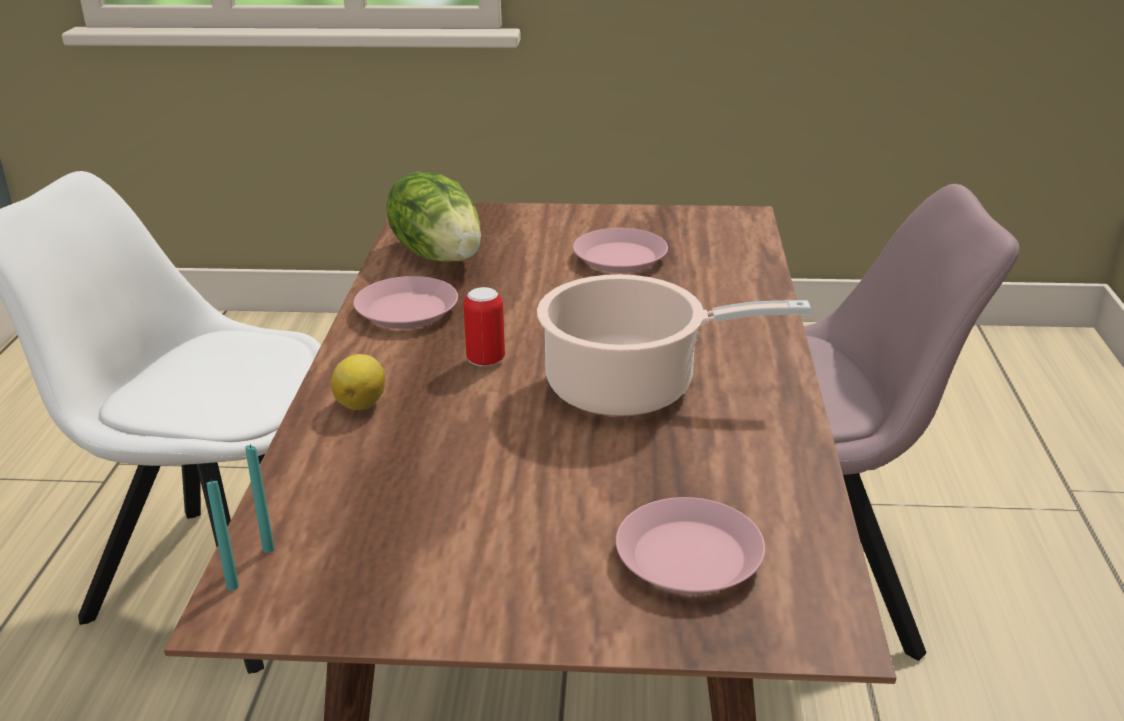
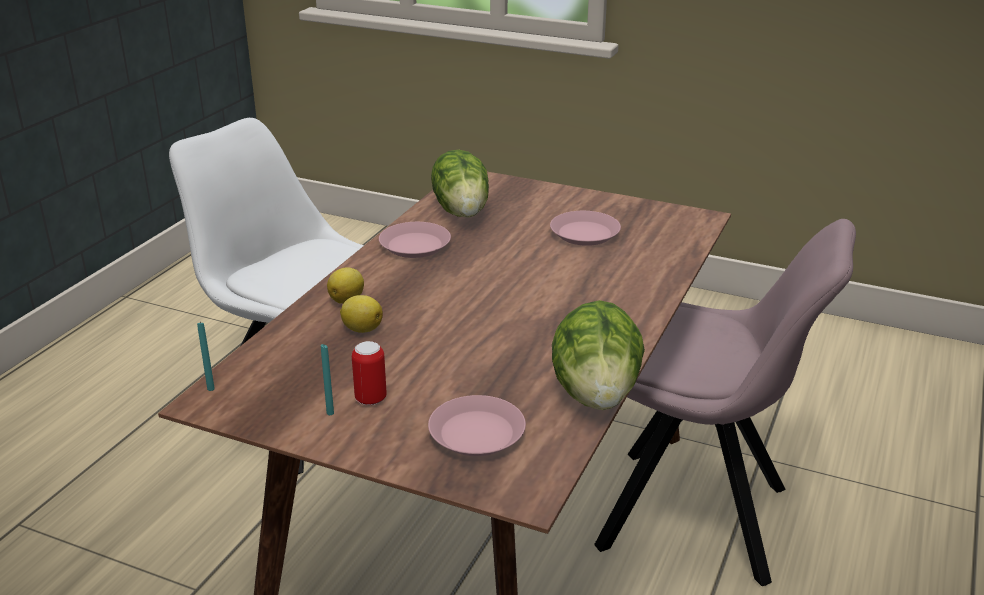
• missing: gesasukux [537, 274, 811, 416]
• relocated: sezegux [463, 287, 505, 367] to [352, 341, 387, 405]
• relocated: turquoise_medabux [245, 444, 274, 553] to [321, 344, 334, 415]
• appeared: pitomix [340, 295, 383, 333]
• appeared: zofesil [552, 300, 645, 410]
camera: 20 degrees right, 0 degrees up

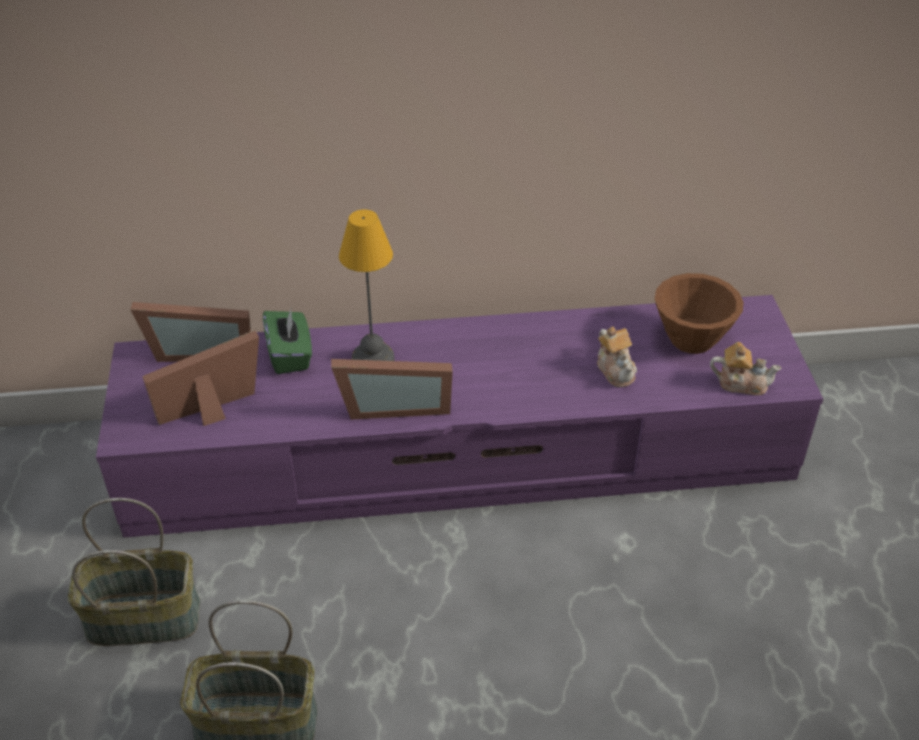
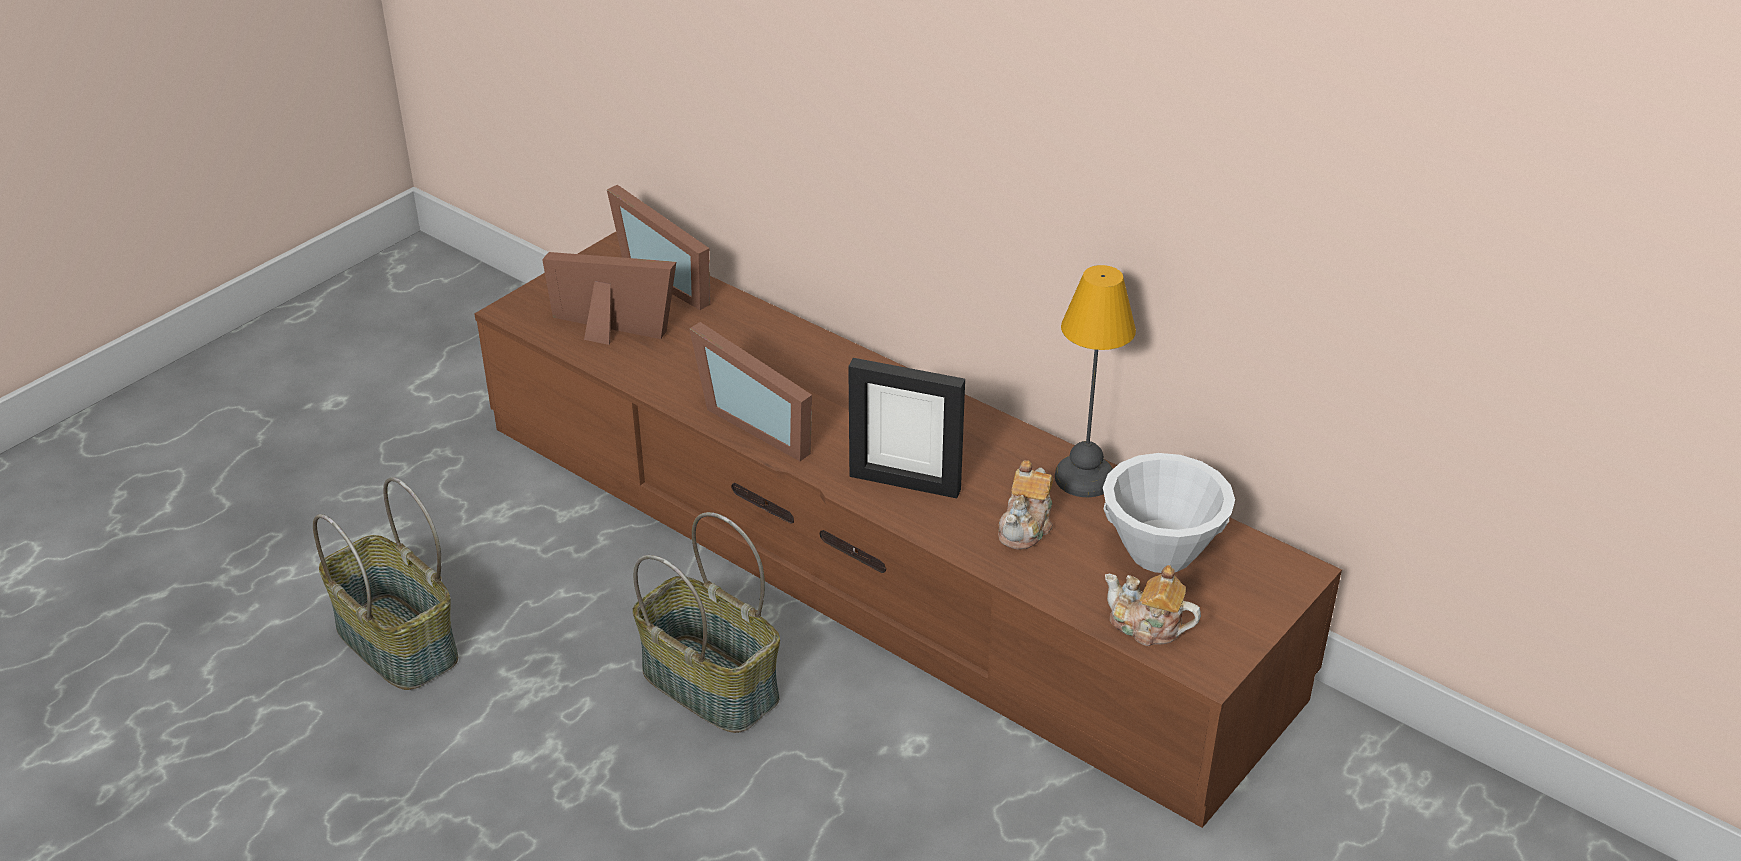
• relocated: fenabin [339, 209, 395, 361] to [1055, 265, 1136, 497]
• colour: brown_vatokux [655, 273, 744, 354] to white_vatokux [1103, 453, 1235, 573]
• colour: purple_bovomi [96, 295, 823, 538] to brown_bovomi [474, 232, 1342, 828]
• missing: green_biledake [263, 309, 312, 374]
• spun: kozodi [710, 342, 781, 396] = [1105, 565, 1201, 646] 150 degrees clockwise
• relocated: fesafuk [68, 498, 200, 646] to [633, 512, 780, 733]
• appeared: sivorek [848, 358, 965, 498]
camera: 45 degrees right, 5 degrees down

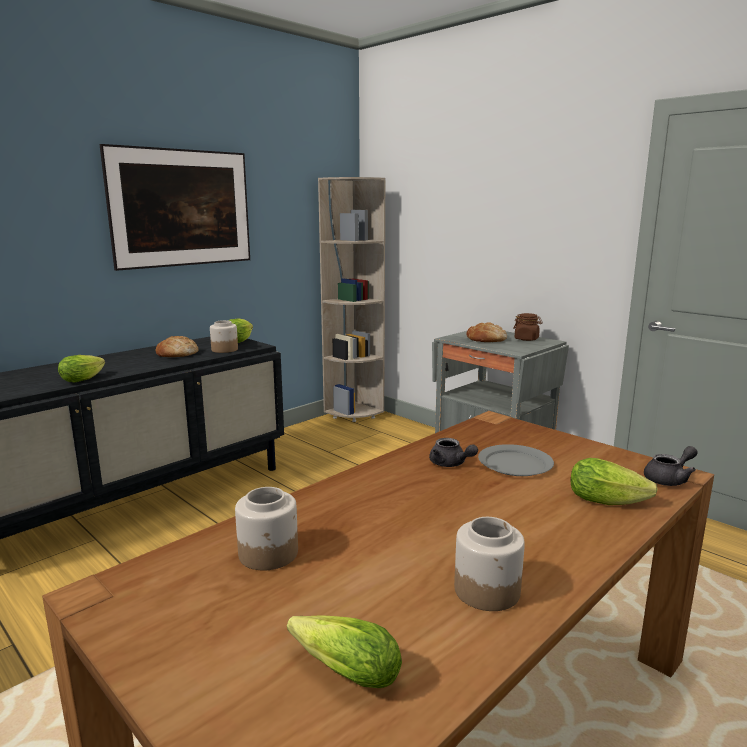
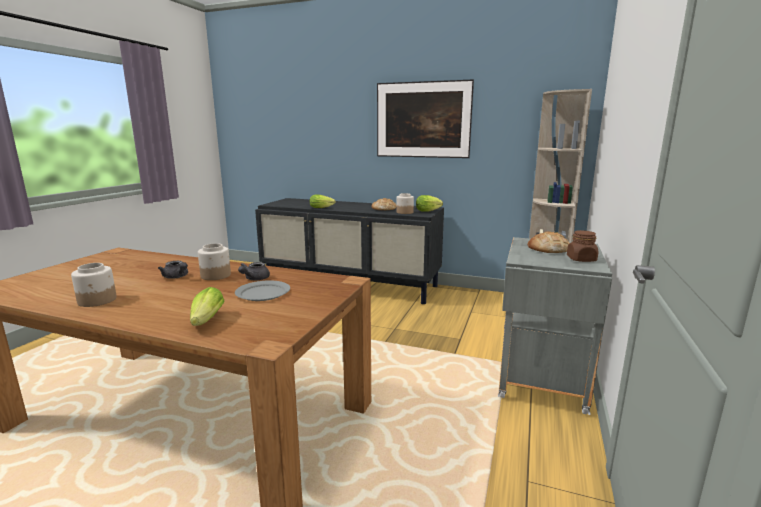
• relocated: grey_kozodi [644, 446, 698, 486] to [158, 261, 188, 279]
• relocated: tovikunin [235, 487, 298, 570] to [198, 243, 231, 280]
• missing: zofesil [287, 615, 402, 688]
camera: 65 degrees right, 0 degrees up

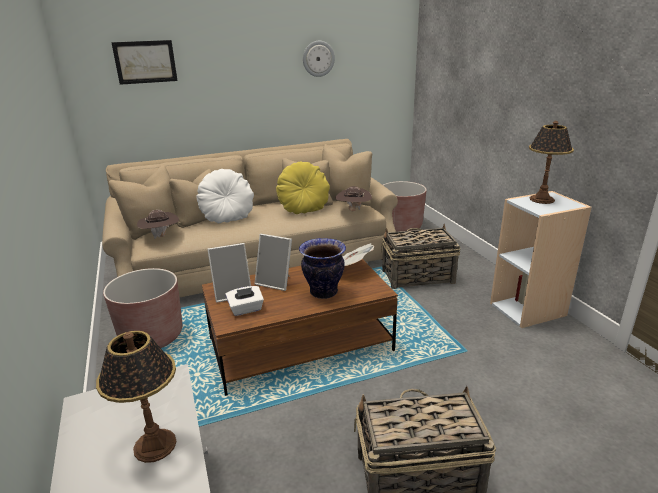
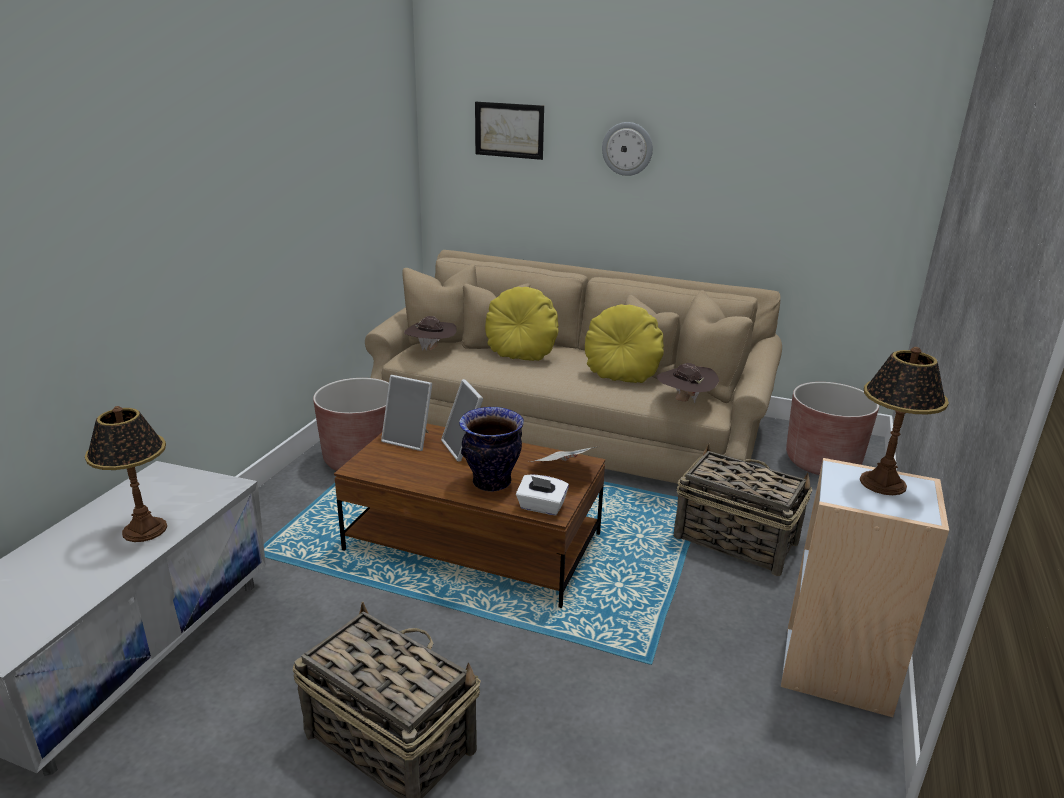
• relocated: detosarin [303, 41, 335, 77] to [602, 122, 653, 176]
• colour: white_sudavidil [197, 169, 254, 223] to yellow_sudavidil [485, 287, 558, 361]
• relocated: white_biledake [225, 286, 264, 316] to [516, 474, 569, 515]
camera: 40 degrees right, 0 degrees up

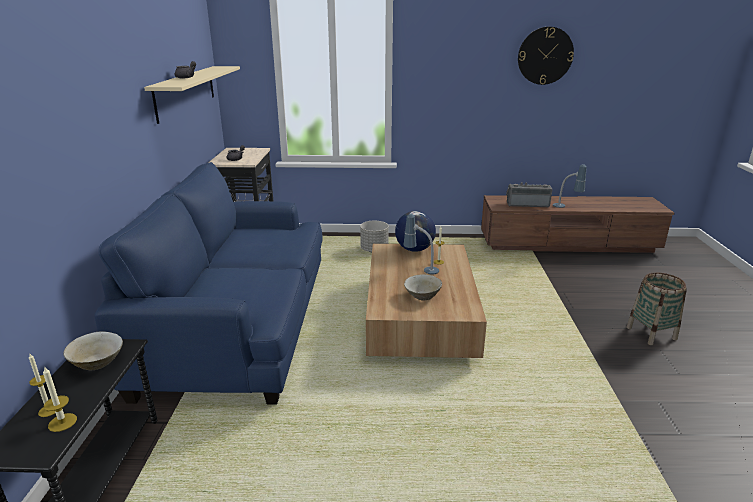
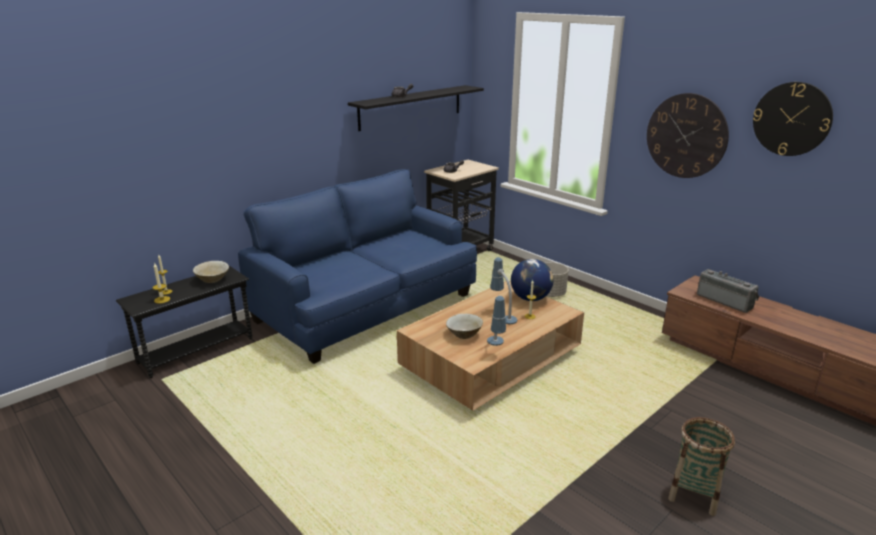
• colour: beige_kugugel [144, 66, 240, 124] to black_kugugel [348, 85, 484, 131]
• relocated: fenabin [553, 164, 587, 208] to [487, 296, 506, 346]
• appeared: detosarin [647, 93, 729, 178]
camera: 45 degrees right, 0 degrees up

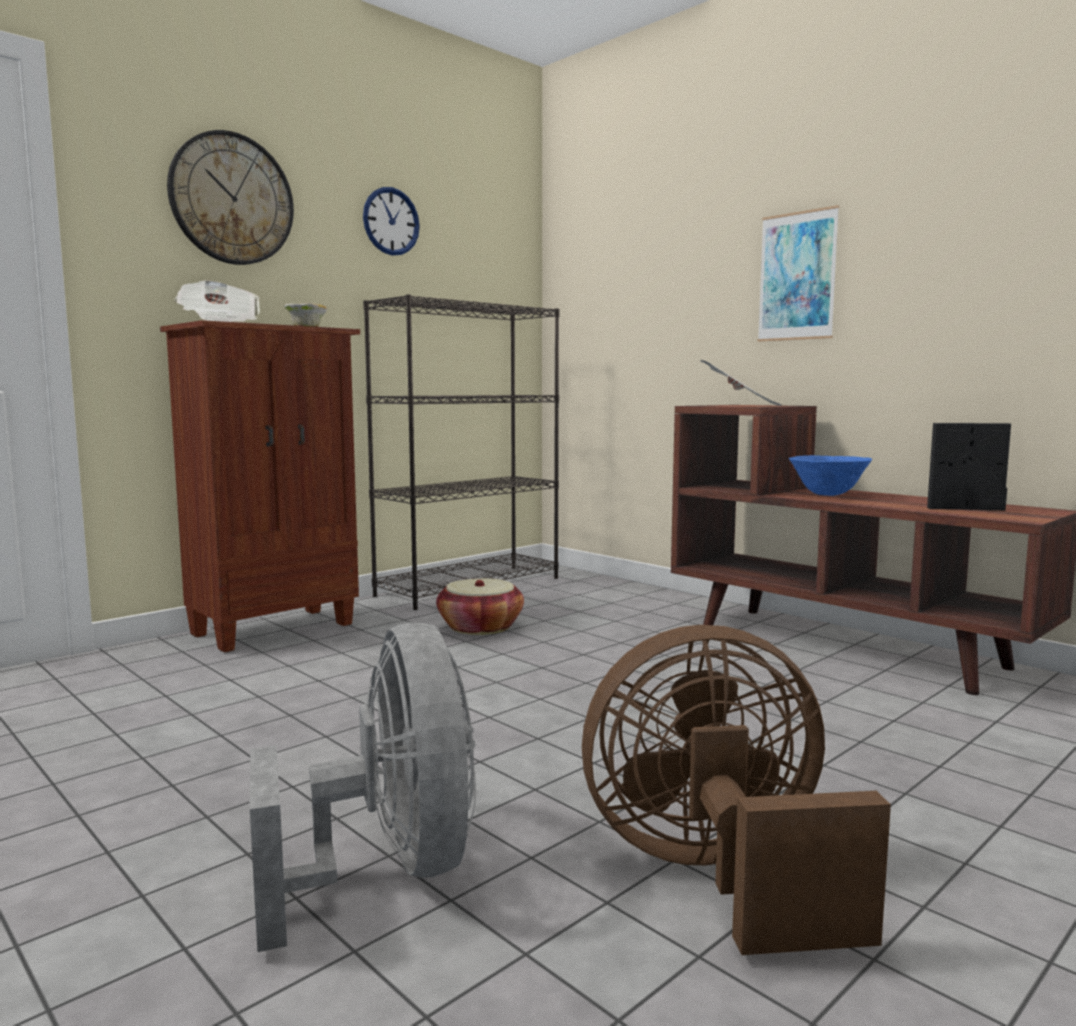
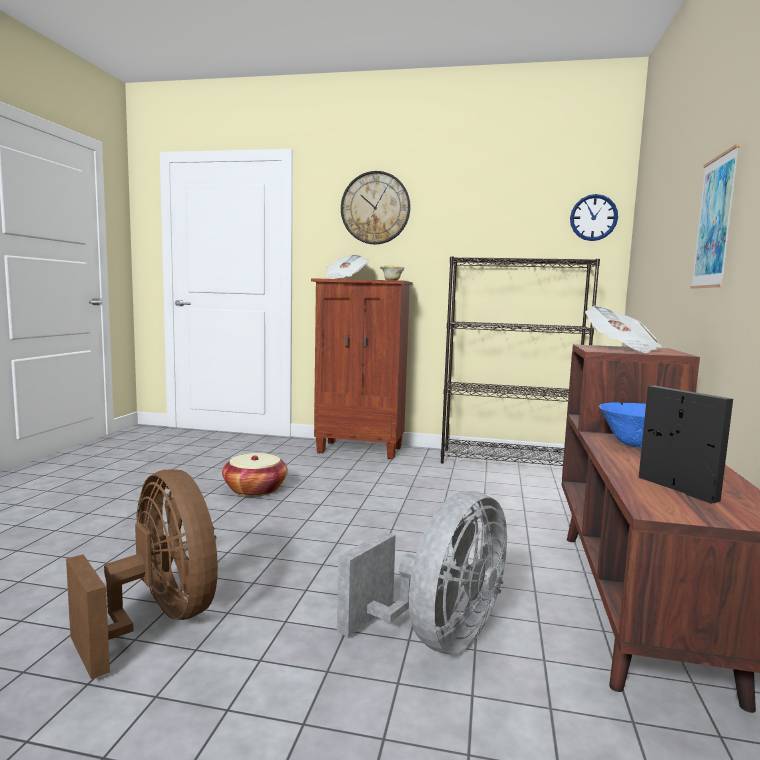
• relocated: detosarin [363, 187, 420, 256] to [570, 194, 618, 241]
• relocated: fesafuk [436, 578, 524, 635] to [222, 453, 288, 497]
• relocated: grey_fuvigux [250, 623, 476, 952] to [337, 491, 507, 655]
camera: 55 degrees right, 0 degrees up

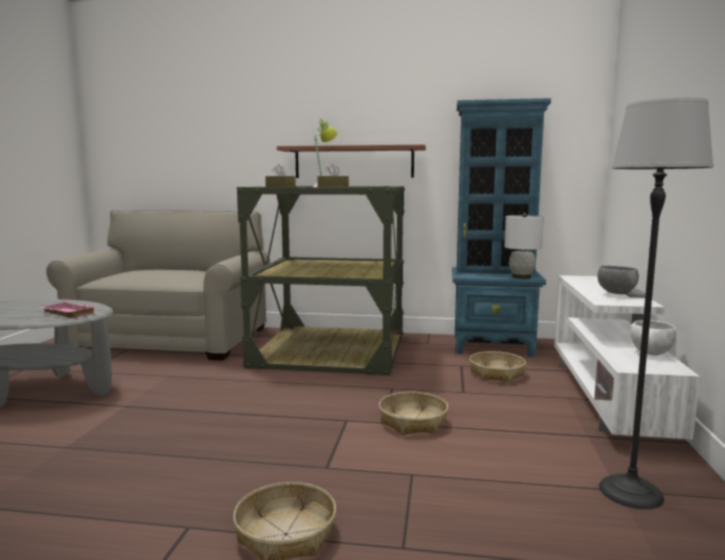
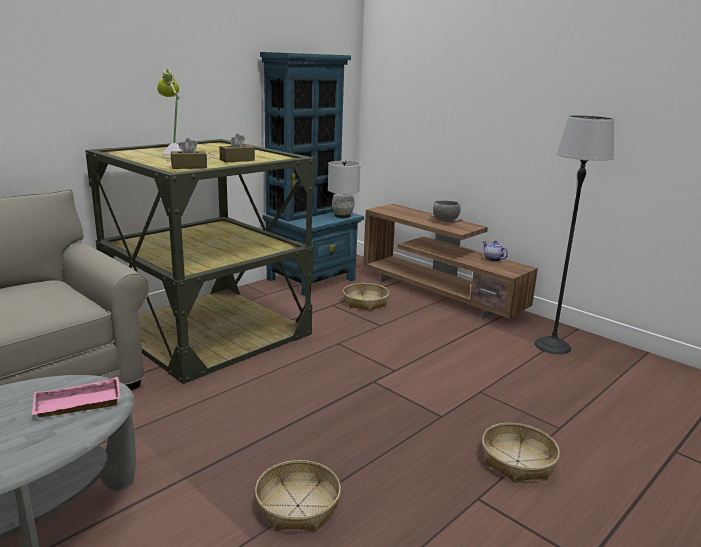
• missing: kugugel [277, 145, 426, 178]
• colour: white_bovomi [554, 275, 700, 440] to brown_bovomi [363, 204, 538, 319]
• exchanged: white_vatokux [630, 320, 677, 356] to kozodi [483, 241, 508, 262]
• relocated: fesafuk [379, 392, 448, 435] to [255, 460, 341, 531]
camera: 55 degrees left, 10 degrees up

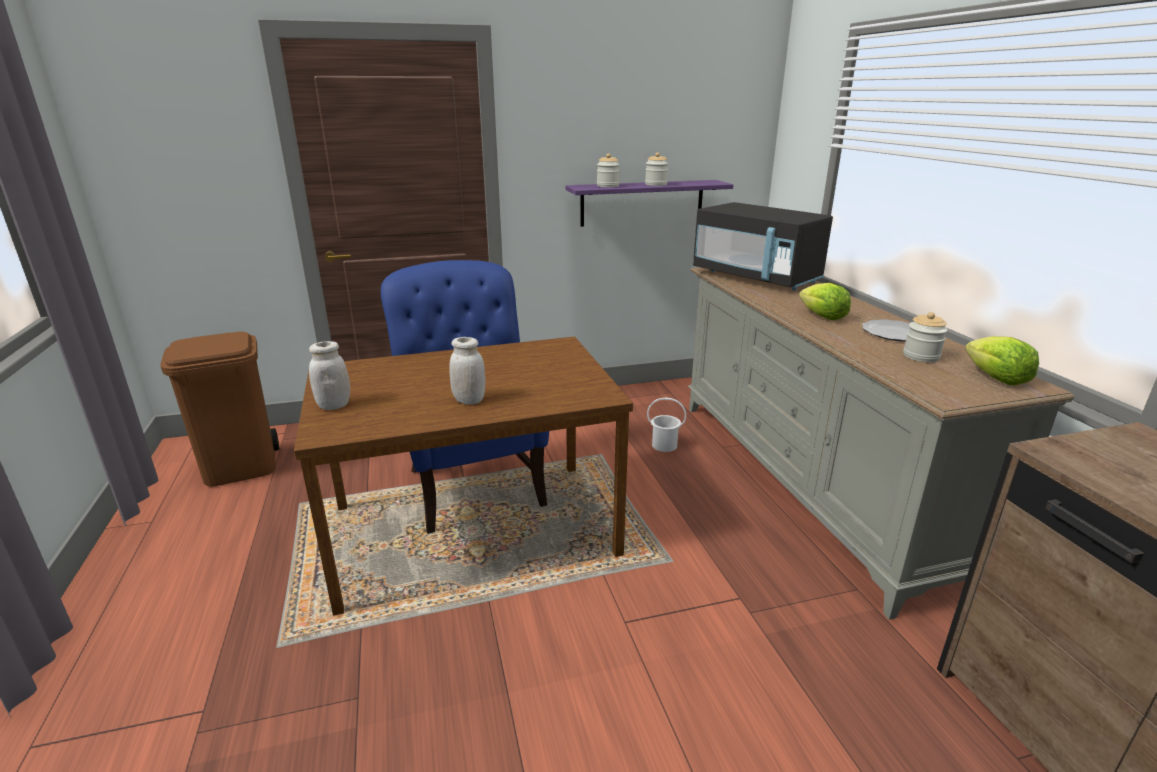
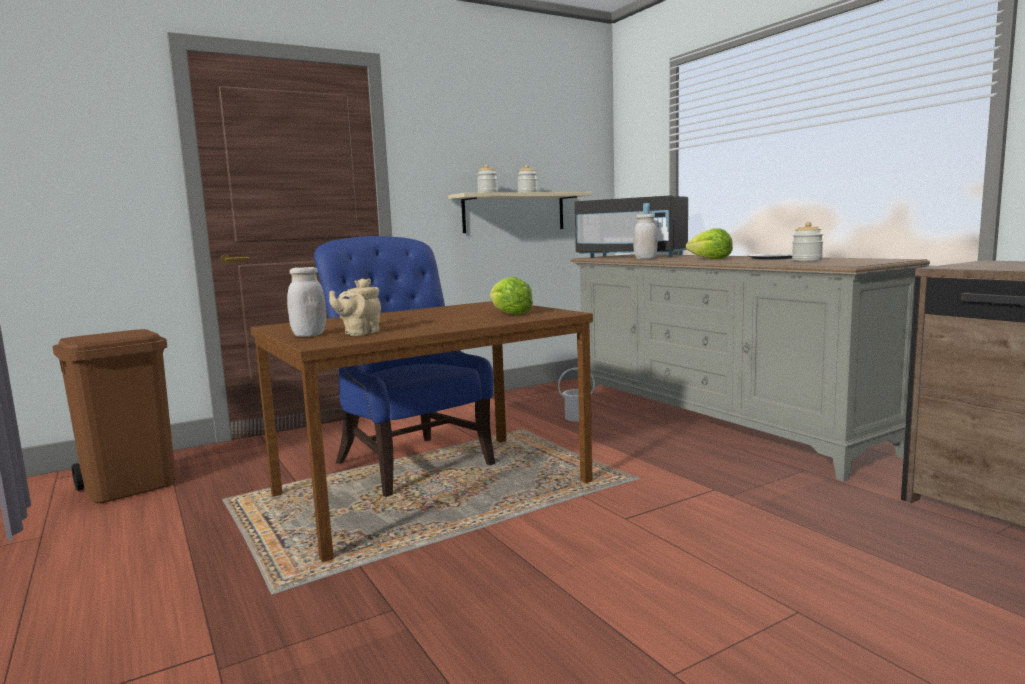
• colour: purple_kugugel [566, 180, 733, 227] to beige_kugugel [448, 192, 591, 233]
• relocated: zofesil [965, 336, 1039, 385] to [490, 277, 533, 315]
• relocated: white_tovikunin [449, 337, 485, 405] to [633, 214, 658, 259]
• appeared: beige_kozodi [329, 278, 381, 336]
camera: 15 degrees left, 15 degrees down

